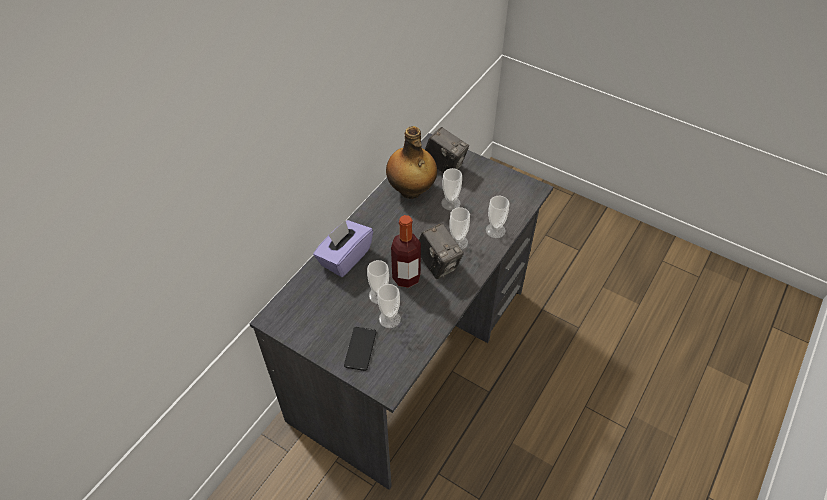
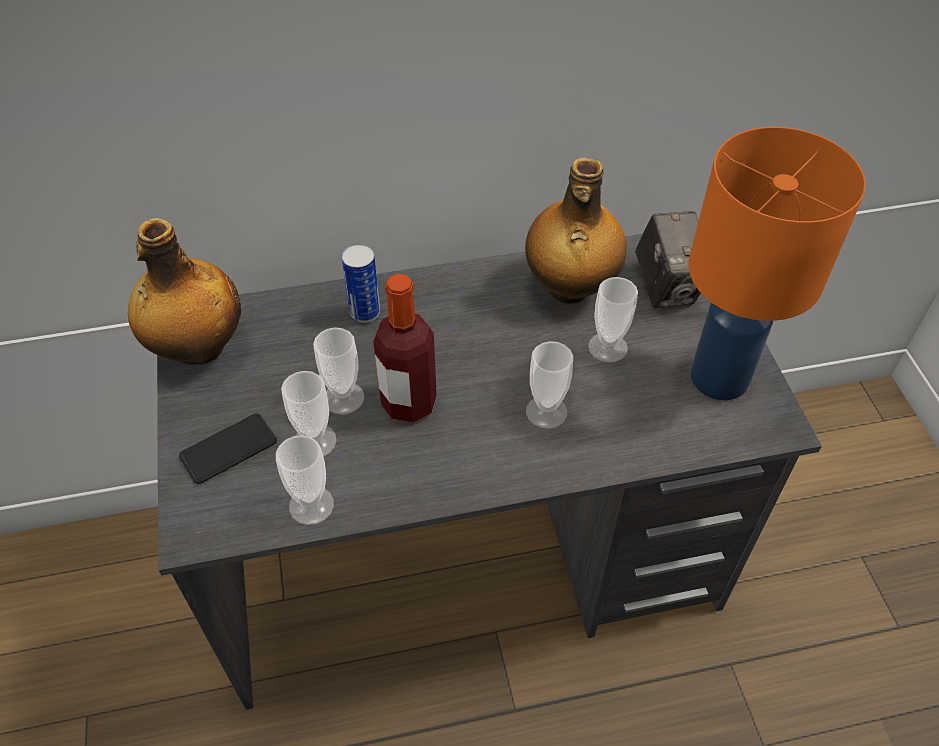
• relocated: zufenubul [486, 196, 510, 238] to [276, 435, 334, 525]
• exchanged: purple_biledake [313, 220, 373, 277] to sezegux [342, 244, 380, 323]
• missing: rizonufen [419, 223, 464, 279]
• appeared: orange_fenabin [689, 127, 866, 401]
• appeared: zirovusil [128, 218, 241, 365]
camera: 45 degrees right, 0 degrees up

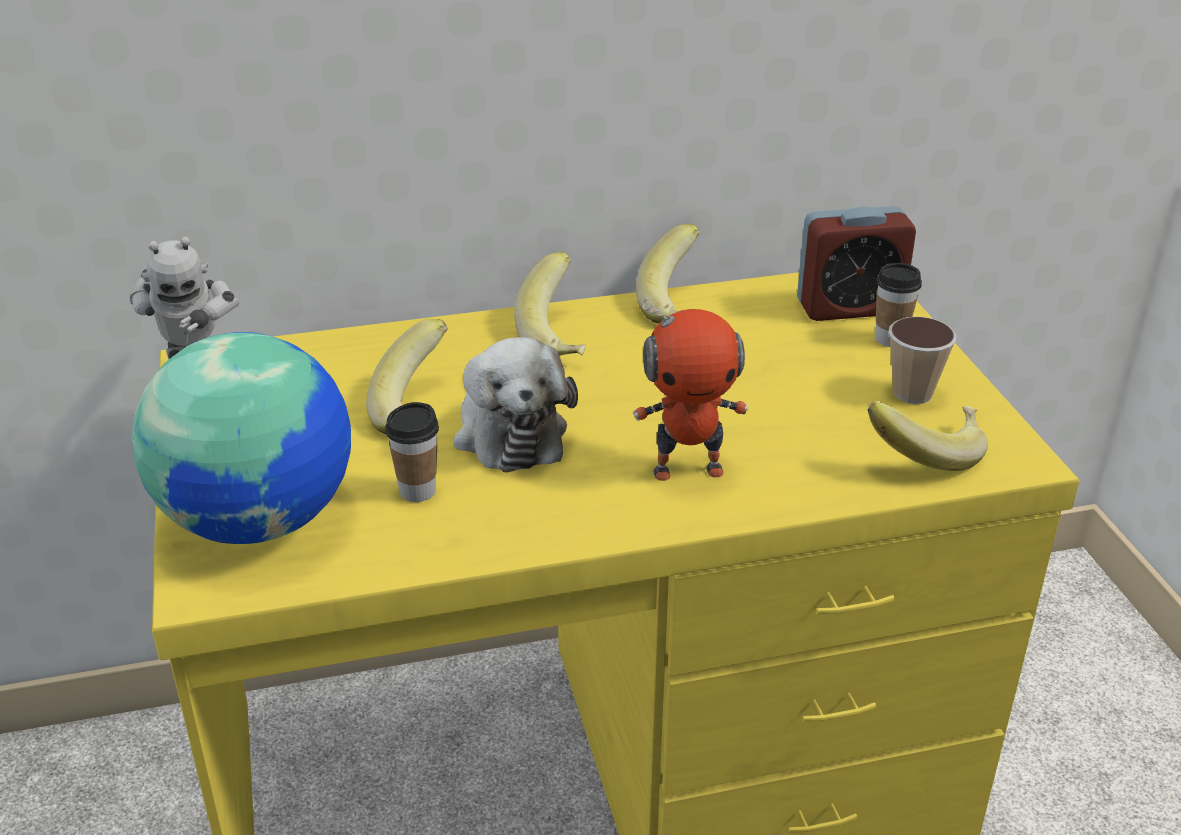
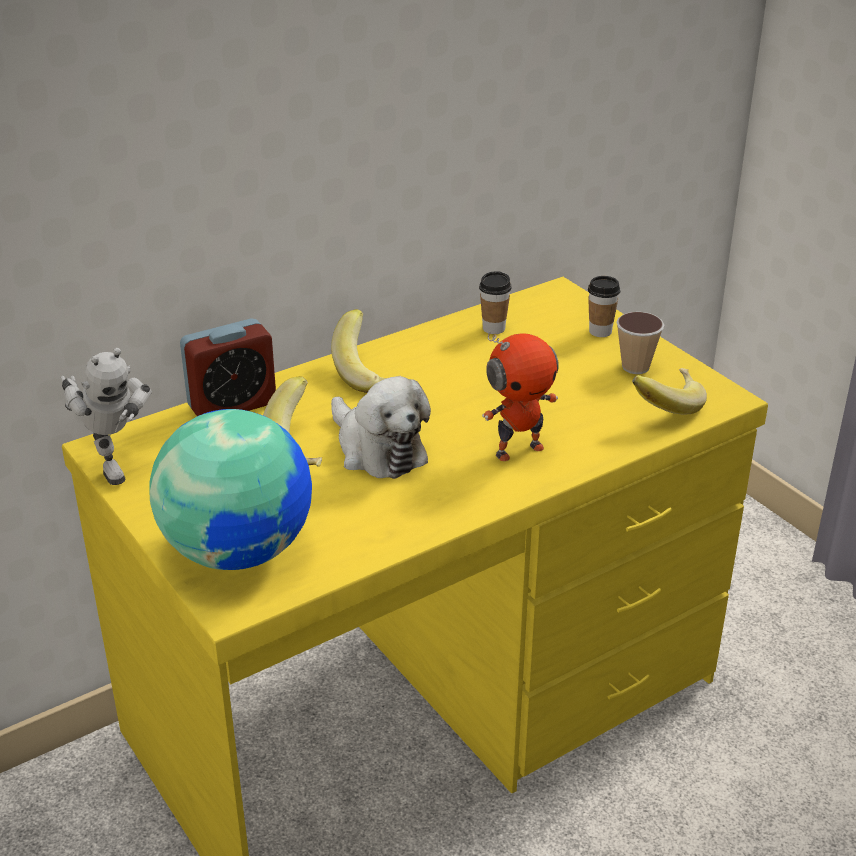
• relocated: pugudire [797, 206, 916, 321] to [180, 318, 276, 416]
• missing: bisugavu [636, 224, 700, 323]
• relocated: zufenubul [385, 402, 439, 502] to [479, 271, 511, 334]
camera: 20 degrees left, 0 degrees up

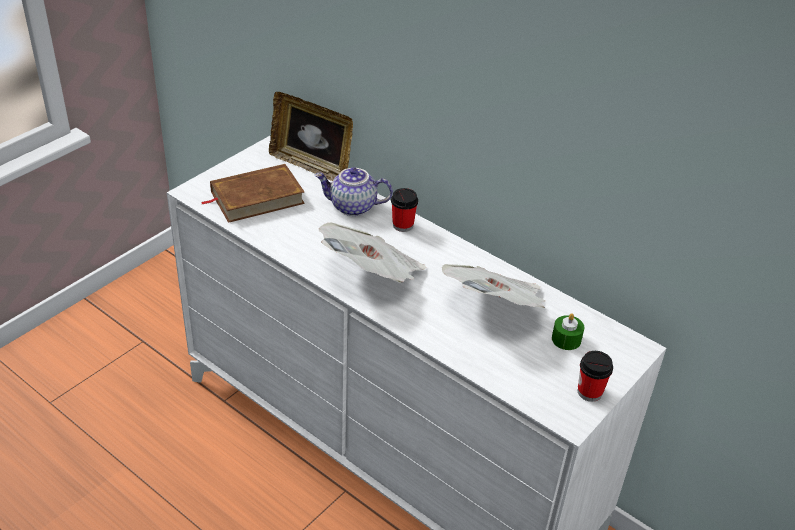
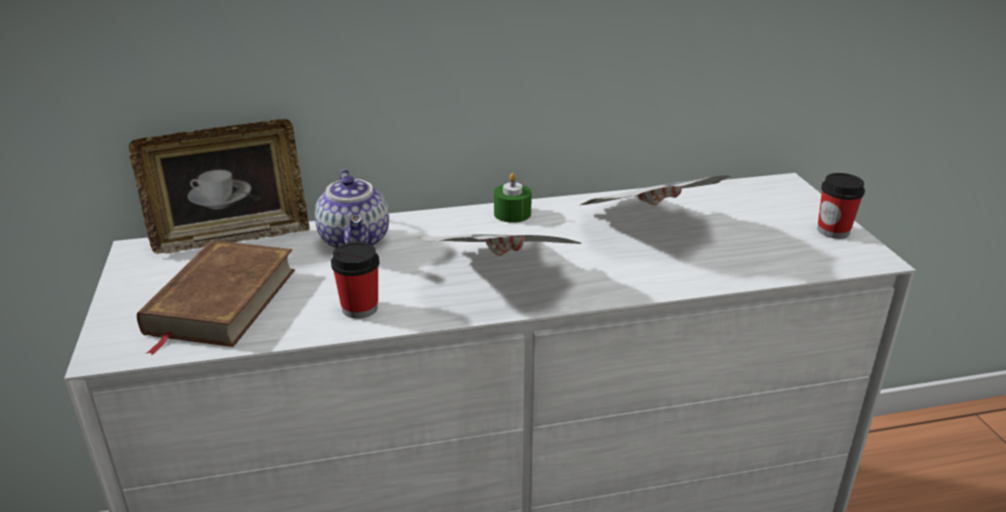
• spun: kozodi [315, 167, 393, 216] = [315, 170, 389, 249] 60 degrees counterclockwise
• relocated: zufenubul [391, 188, 418, 232] to [331, 242, 380, 319]
• relocated: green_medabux [552, 313, 584, 350] to [494, 173, 532, 223]
camera: 50 degrees left, 10 degrees down

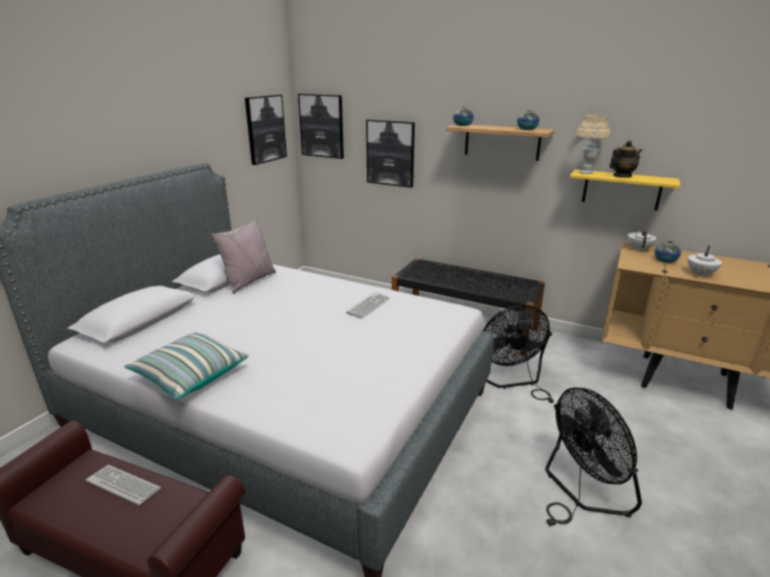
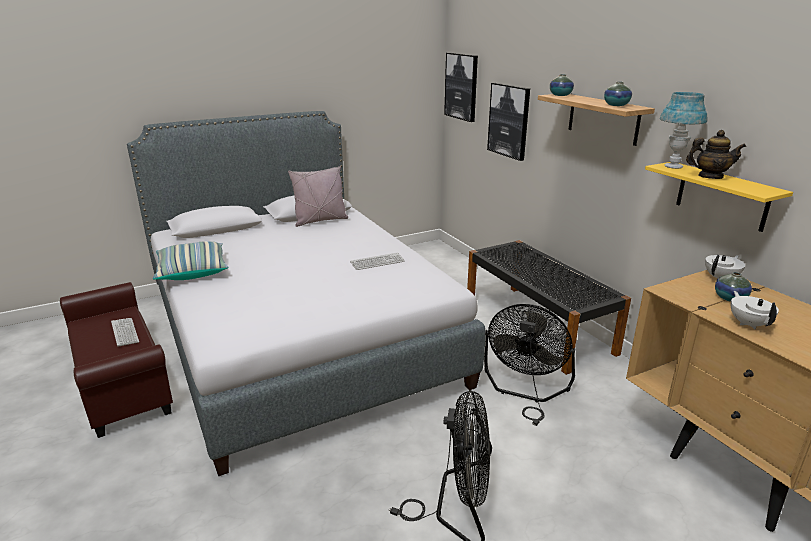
• missing: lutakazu [245, 95, 287, 165]
• colour: beige_fenabin [575, 114, 611, 174] to blue_fenabin [660, 92, 707, 169]
• spun: white_kozodi [688, 245, 722, 277] = [731, 291, 779, 329] 105 degrees clockwise
camera: 35 degrees right, 0 degrees up

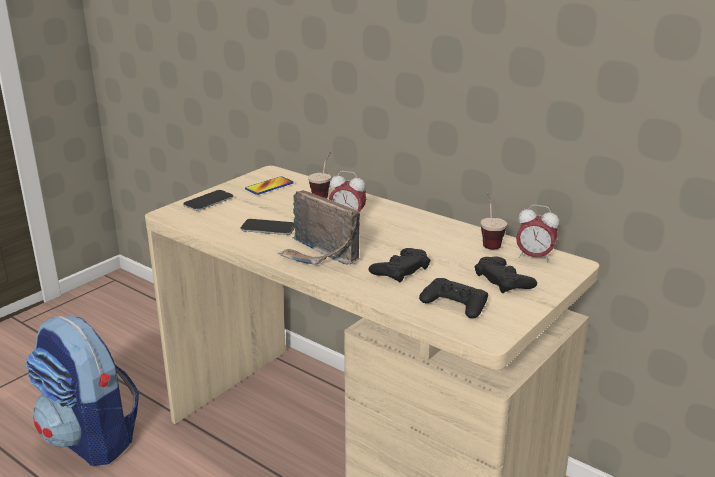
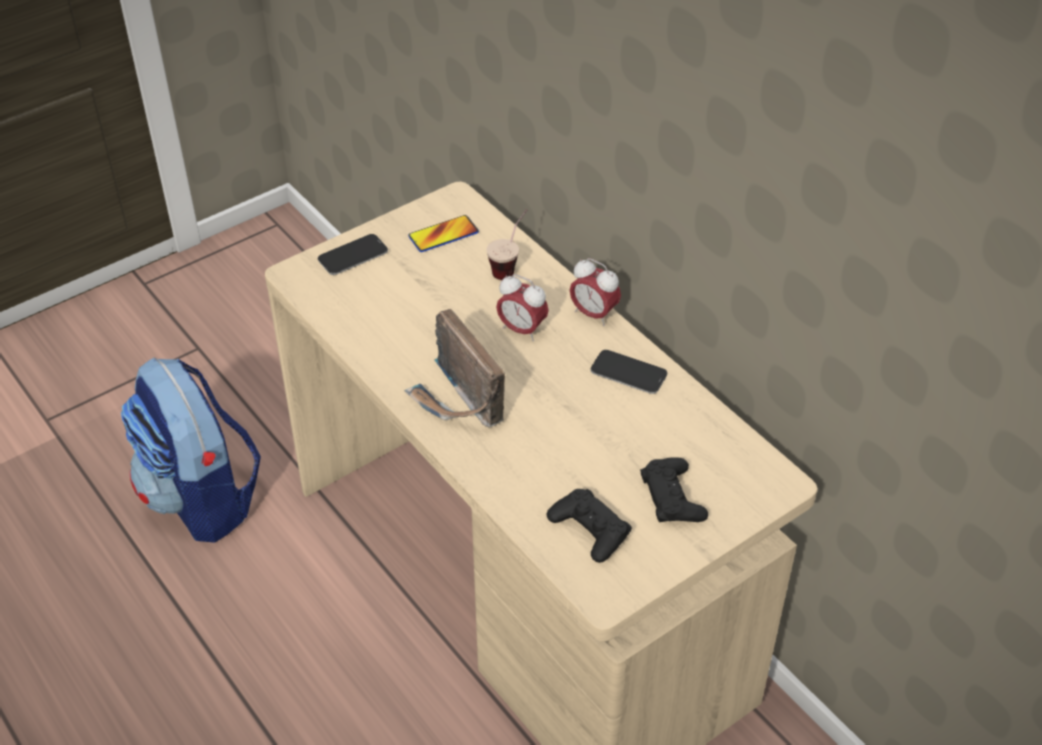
• missing: zufenubul [481, 192, 507, 250]
• relocated: pugudire [516, 204, 559, 263] to [570, 258, 621, 326]
• relocated: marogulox [240, 219, 295, 235] to [590, 350, 667, 394]
• missing: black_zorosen [369, 248, 431, 283]
camera: 15 degrees right, 20 degrees up

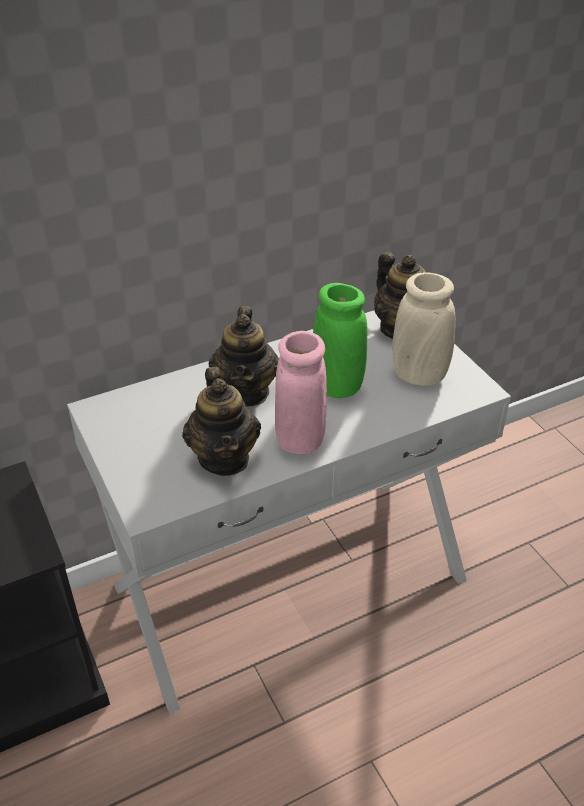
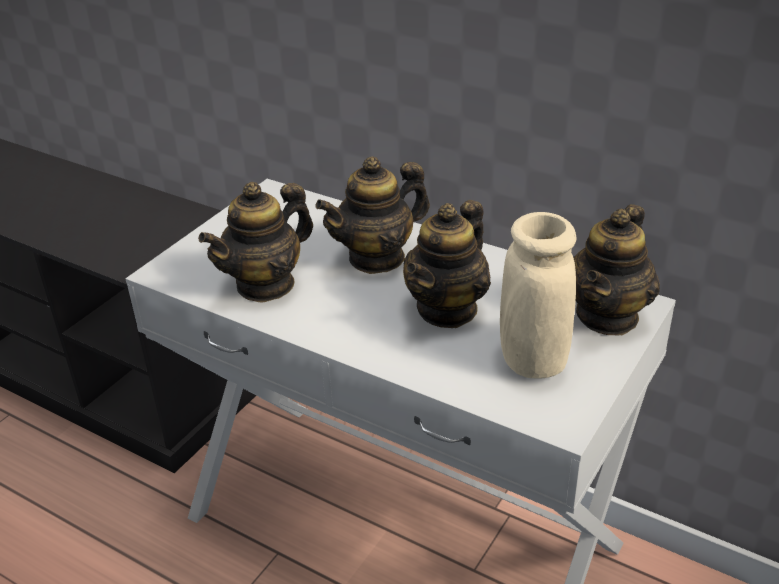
• exchanged: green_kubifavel [313, 283, 368, 398] to kozodi [403, 200, 491, 328]
• missing: pink_kubifavel [275, 331, 327, 454]
camera: 60 degrees right, 5 degrees down

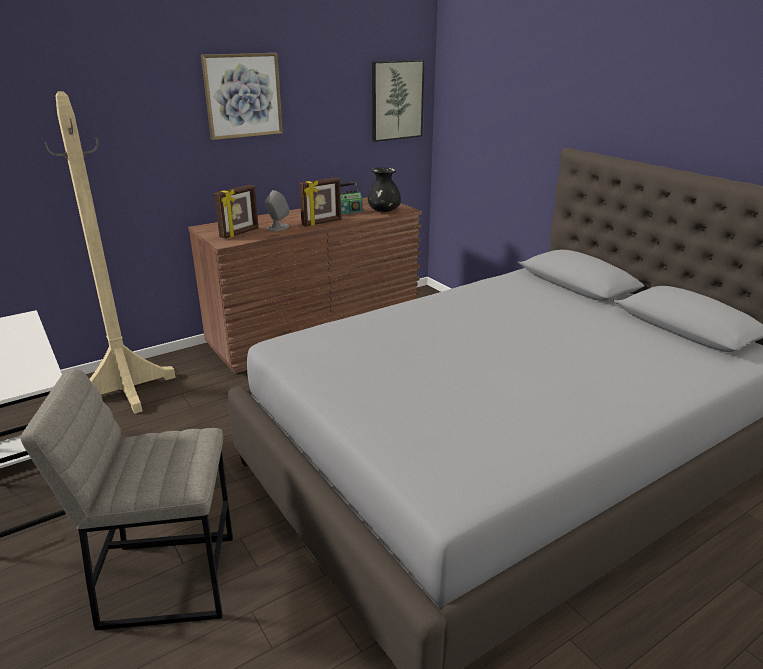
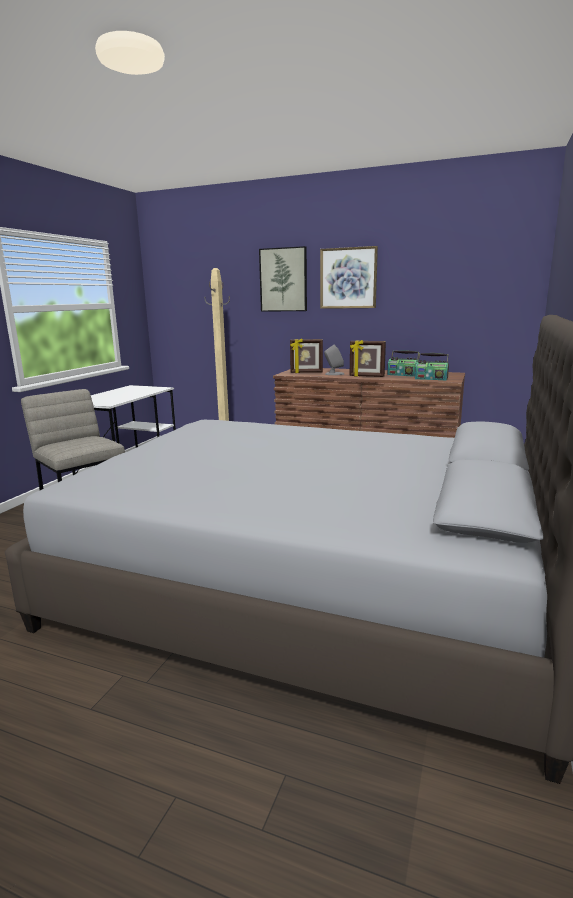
• relocated: lutakazu [372, 60, 425, 142] to [259, 246, 307, 312]
• exchanged: black_kubifavel [368, 167, 401, 212] to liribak [415, 353, 449, 380]
camera: 55 degrees right, 10 degrees down

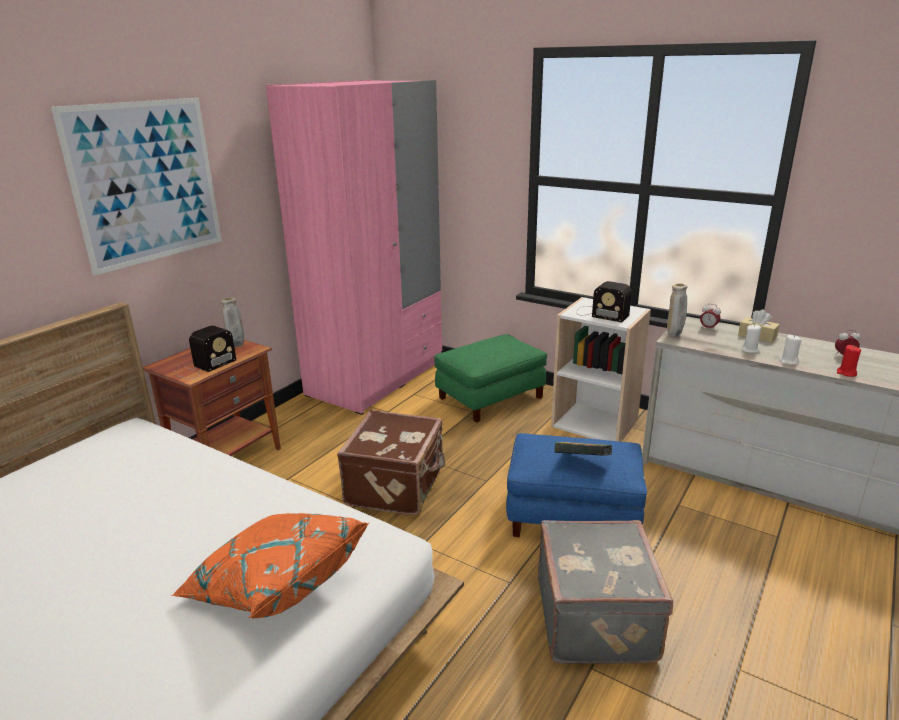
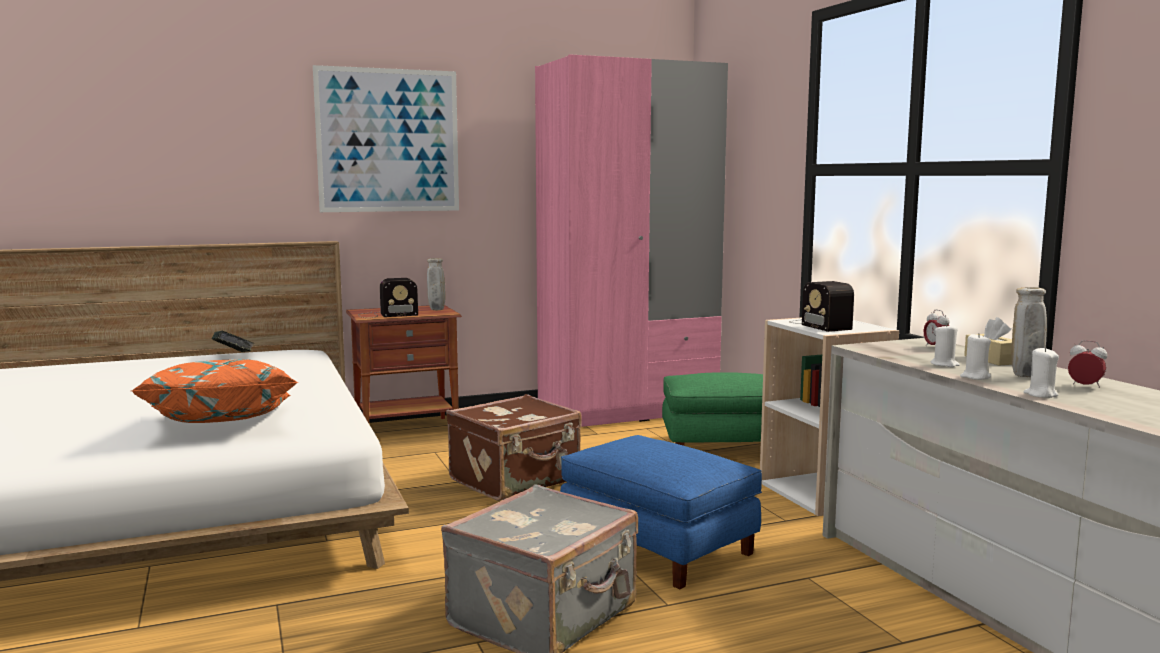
• relocated: beige_kubifavel [667, 283, 688, 337] to [1011, 287, 1047, 377]
• colour: red_medabux [837, 345, 861, 377] to white_medabux [1024, 347, 1059, 398]
• relocated: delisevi [554, 442, 612, 456] to [212, 331, 255, 352]
camera: 35 degrees right, 15 degrees down

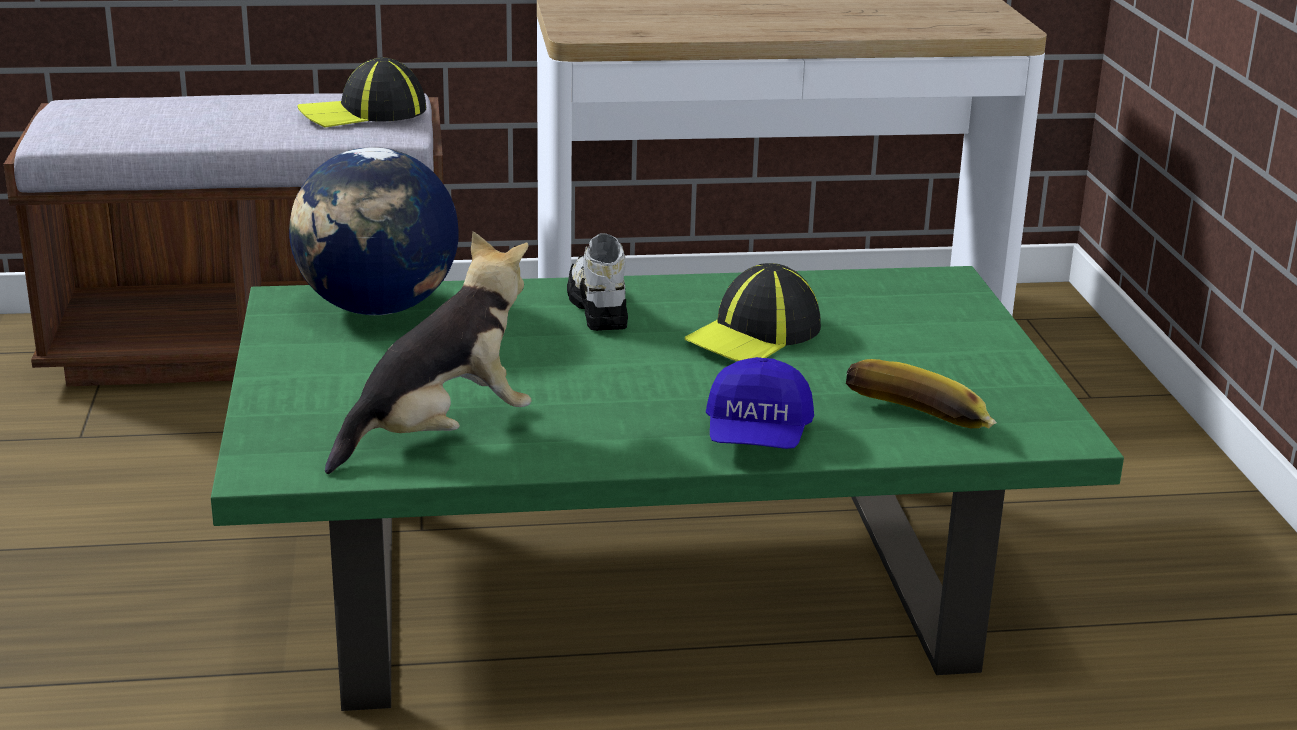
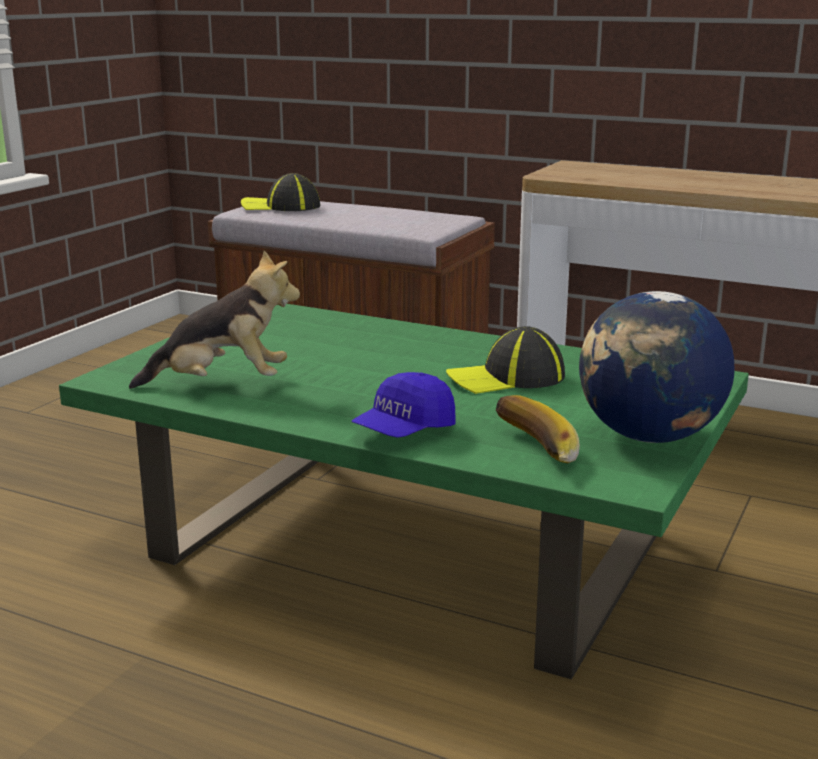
• relocated: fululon [298, 57, 426, 127] to [241, 173, 320, 211]
• relocated: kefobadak [289, 147, 459, 315] to [579, 291, 735, 443]
• missing: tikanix [567, 233, 628, 331]
camera: 35 degrees right, 5 degrees down

